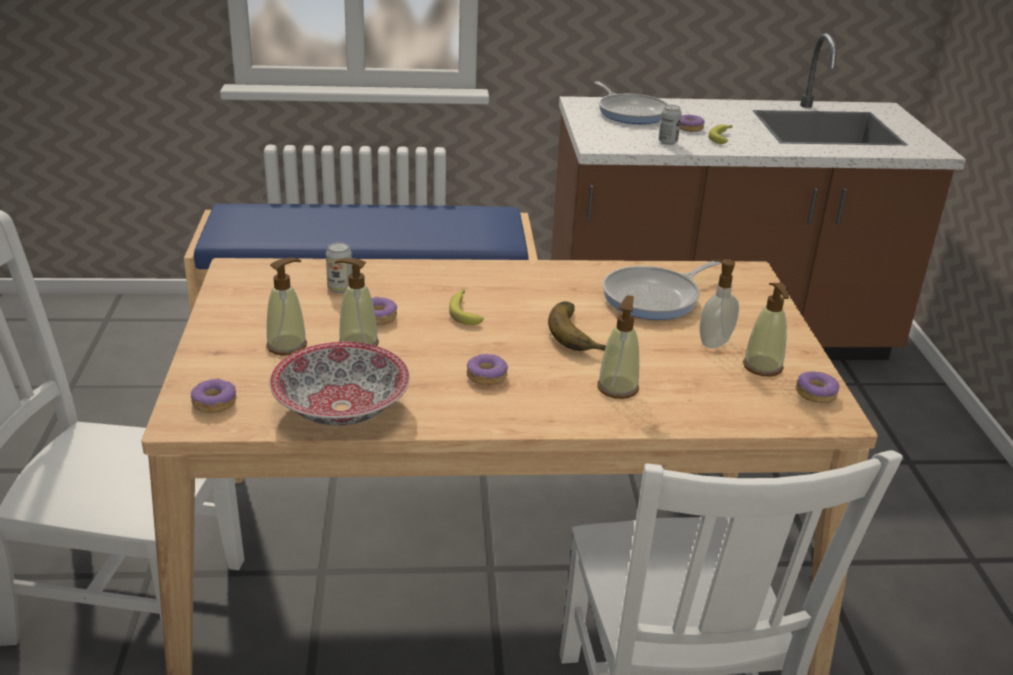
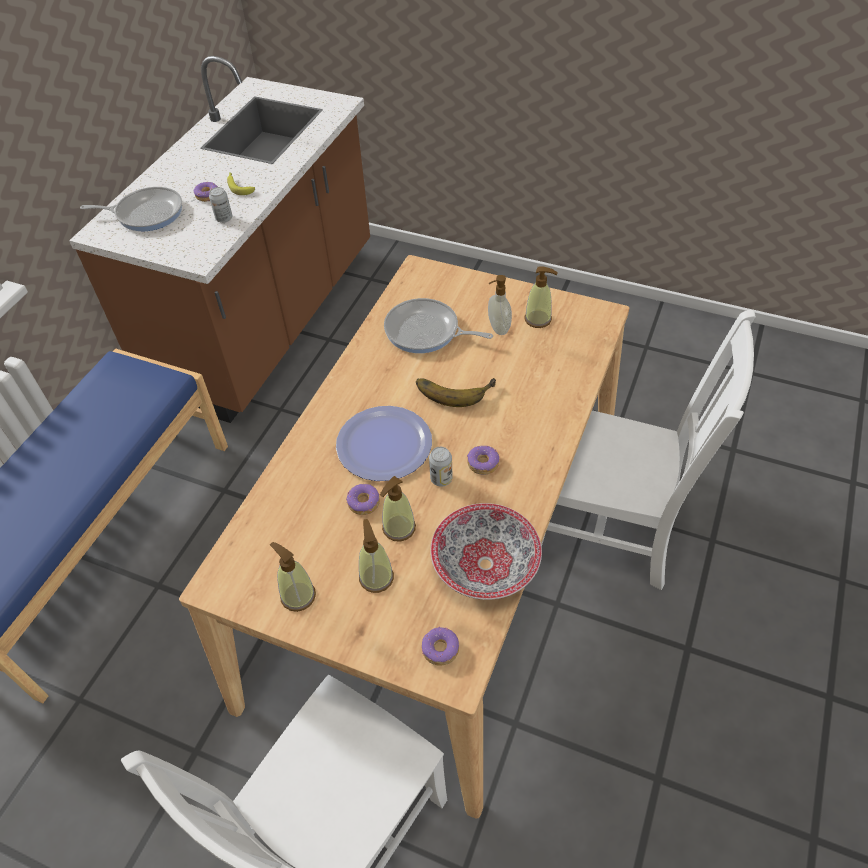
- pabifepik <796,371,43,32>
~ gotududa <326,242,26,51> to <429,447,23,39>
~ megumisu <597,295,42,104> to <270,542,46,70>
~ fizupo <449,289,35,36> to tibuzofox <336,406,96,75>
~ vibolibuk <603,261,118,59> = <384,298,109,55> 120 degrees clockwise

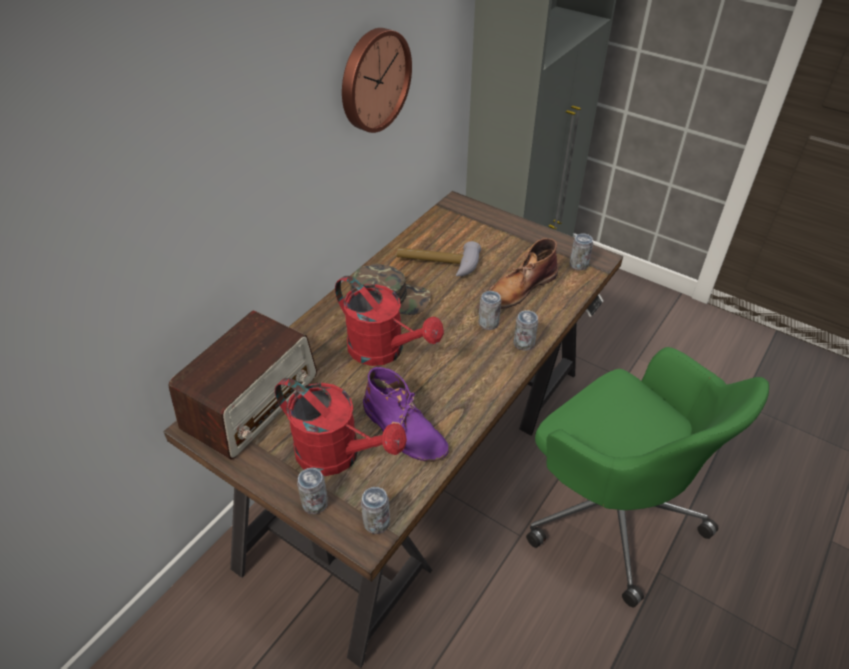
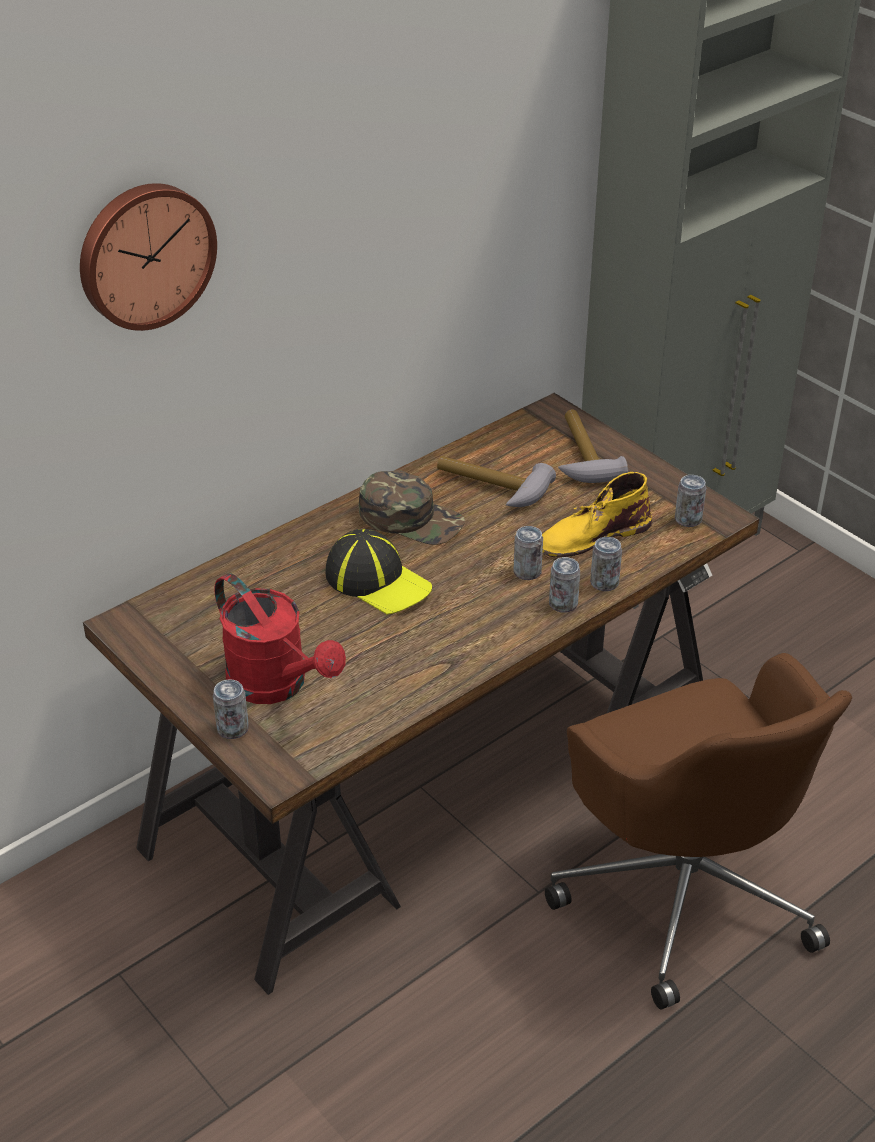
- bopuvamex <168,310,149,149>
- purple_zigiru <363,367,86,95>
+ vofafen <558,409,70,74>
~ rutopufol <342,28,70,105> to <80,183,137,148>
~ gotududa <361,487,29,47> to <590,537,32,54>
~ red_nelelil <335,276,109,90> to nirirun <325,529,107,86>
~ brown_zigiru <490,238,68,71> to yellow_zigiru <542,472,110,85>
~ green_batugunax <526,347,243,260> to brown_batugunax <545,653,307,357>

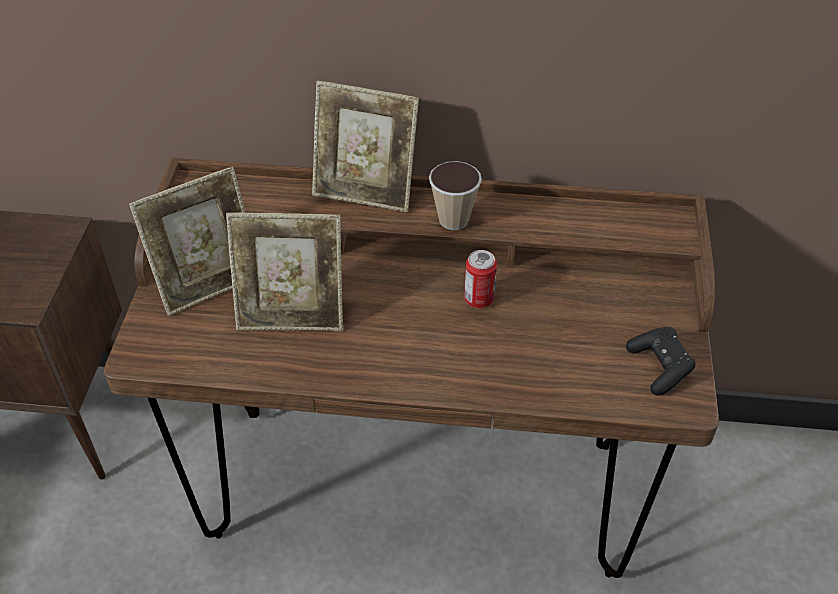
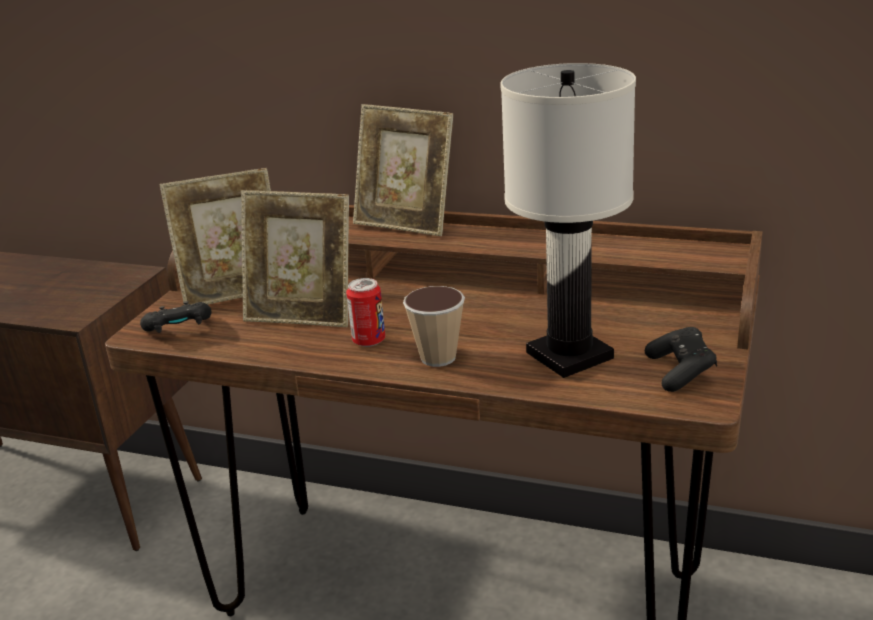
+ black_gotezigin <140,301,71,32>
+ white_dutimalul <500,63,136,315>
~ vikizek <429,161,53,69> to <403,286,62,81>
~ gotududa <464,250,33,58> to <346,278,39,69>

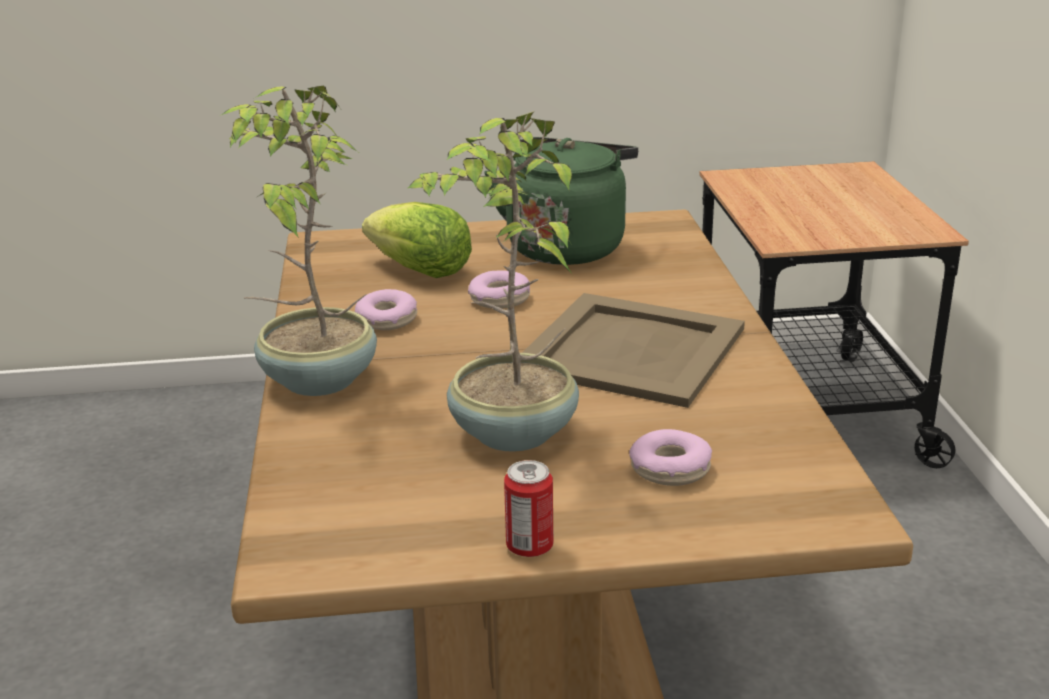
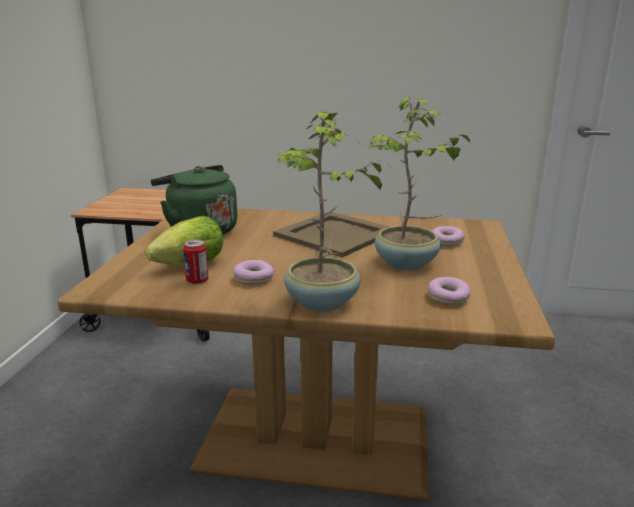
~ pabifepik <468,271,62,37> to <428,277,43,28>
~ gotududa <504,460,49,97> to <183,240,25,44>

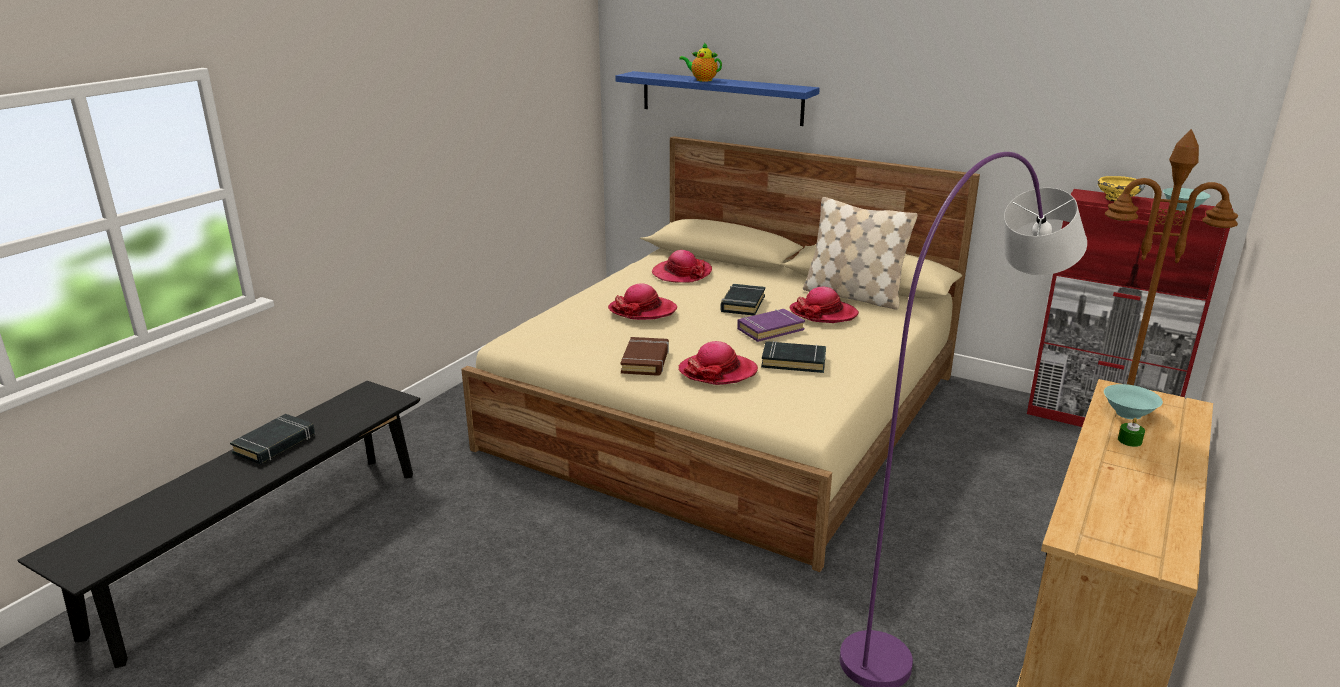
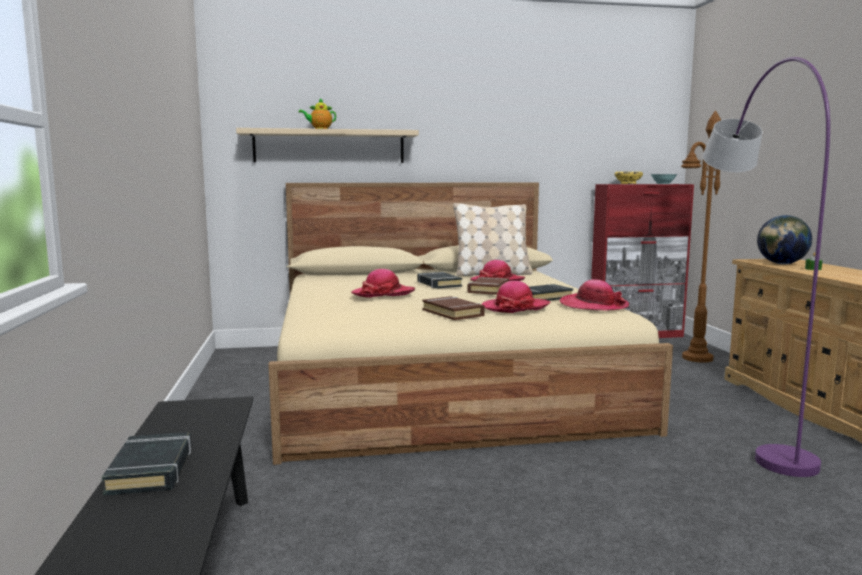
~ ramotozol <652,250,60,33> to <560,279,69,32>
~ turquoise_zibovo <1104,384,59,36> to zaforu <757,215,55,50>
~ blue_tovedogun <615,71,205,55> to beige_tovedogun <236,128,183,35>
~ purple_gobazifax <737,309,68,33> to brown_gobazifax <467,277,42,18>

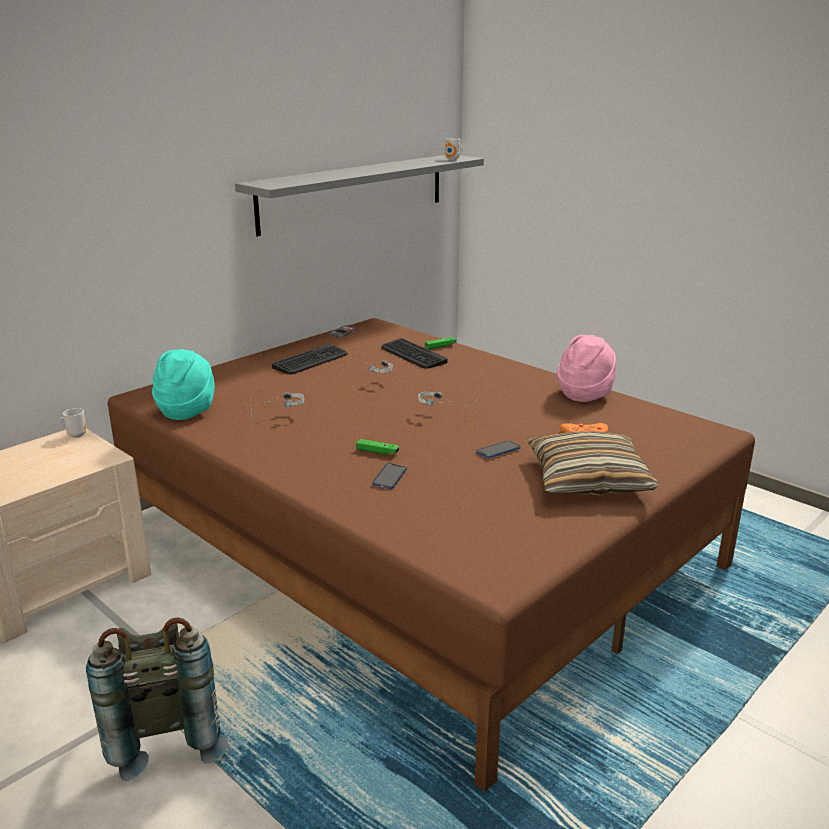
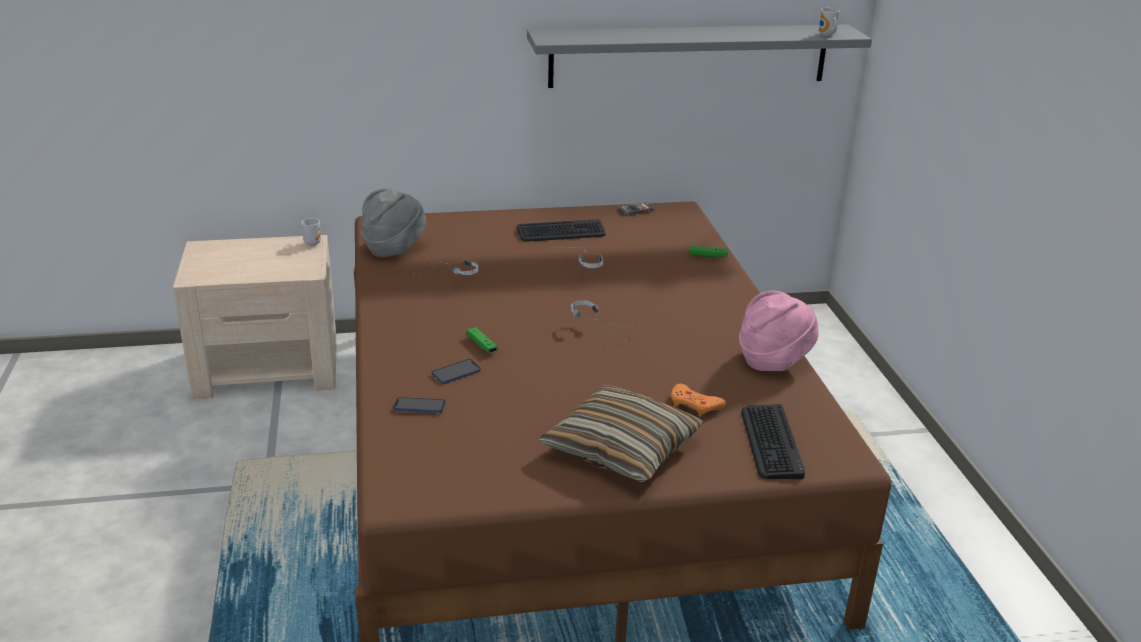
- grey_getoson <86,617,142,164>
~ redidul <381,338,66,31> to <741,404,64,75>
~ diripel <476,441,44,17> to <393,397,52,16>
~ turquoise_ramotozol <152,349,63,71> to grey_ramotozol <361,188,65,69>

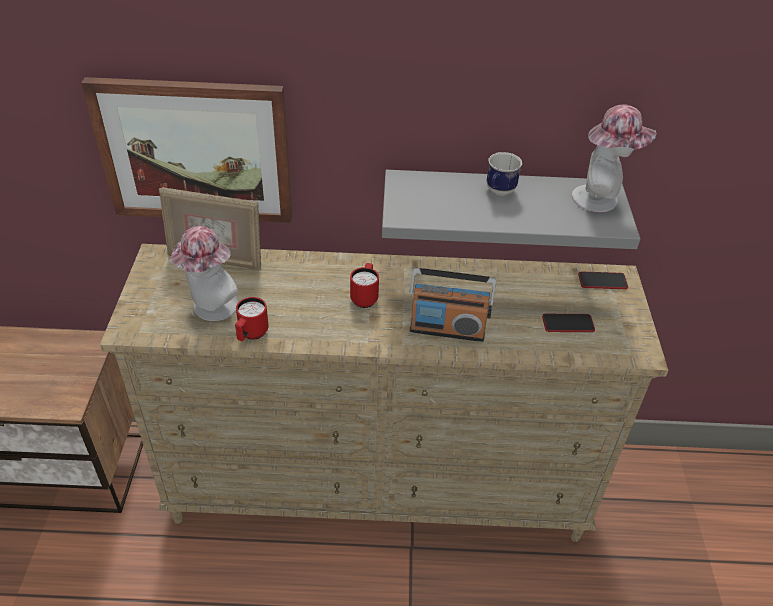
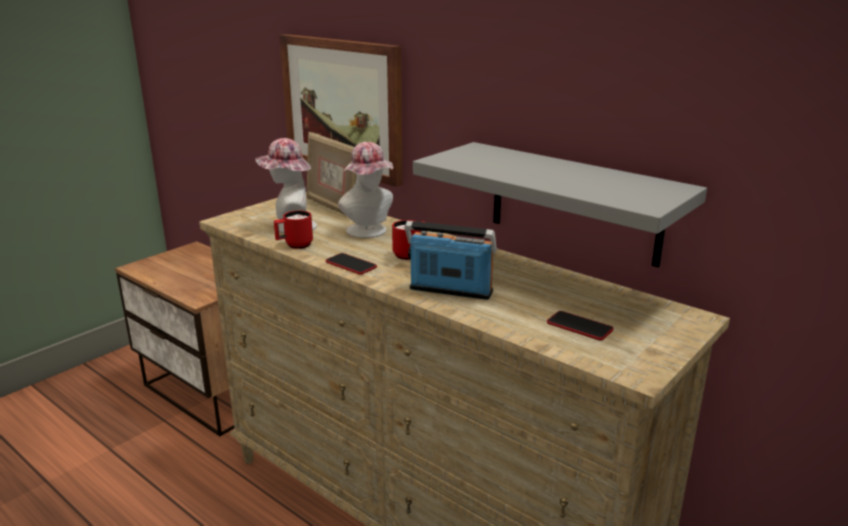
- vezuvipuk <487,152,35,43>
~ ramotozol <572,104,85,108> to <338,142,55,96>
~ diripel <578,271,50,18> to <326,253,51,22>
~ bopuvamex <410,268,86,74> = <405,221,92,79> 150 degrees clockwise

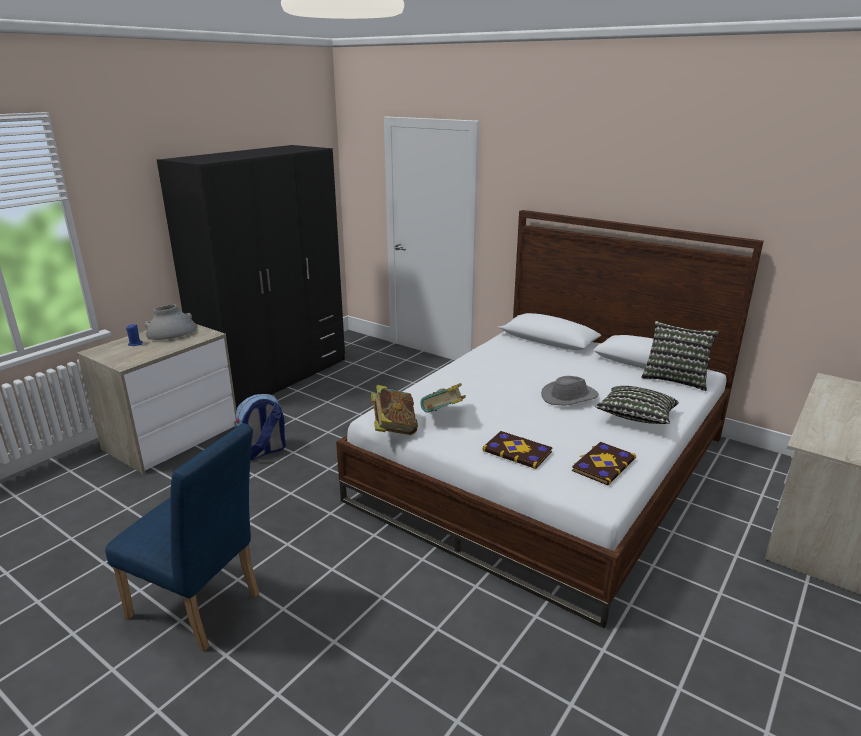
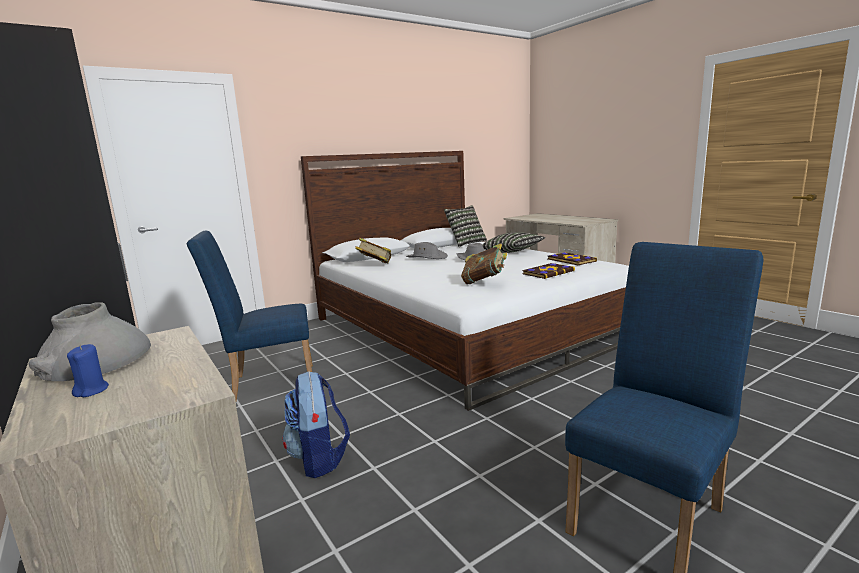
+ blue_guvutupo <186,231,127,170>
+ grey_ramotozol <406,242,42,17>
~ gobazifax <371,385,47,50> to <355,238,37,26>

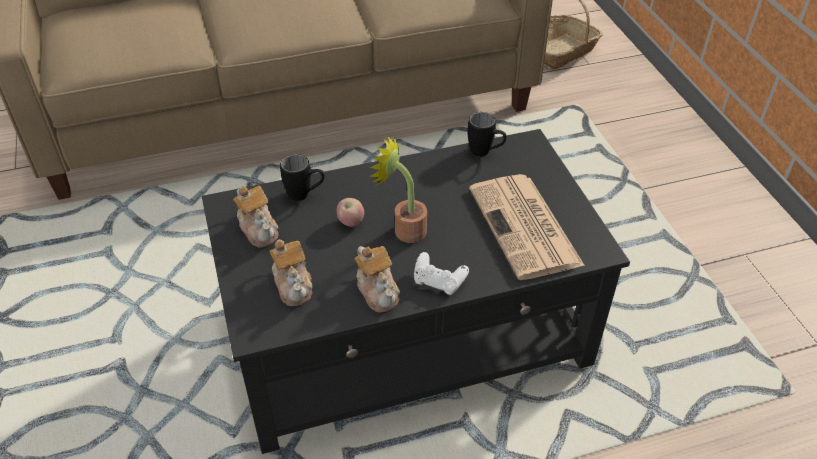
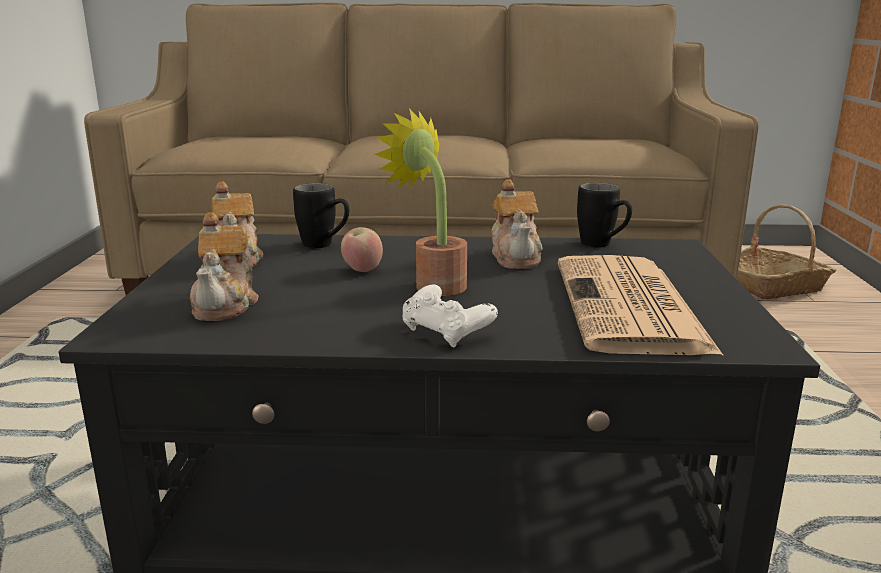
~ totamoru <354,246,46,67> to <491,179,52,90>

